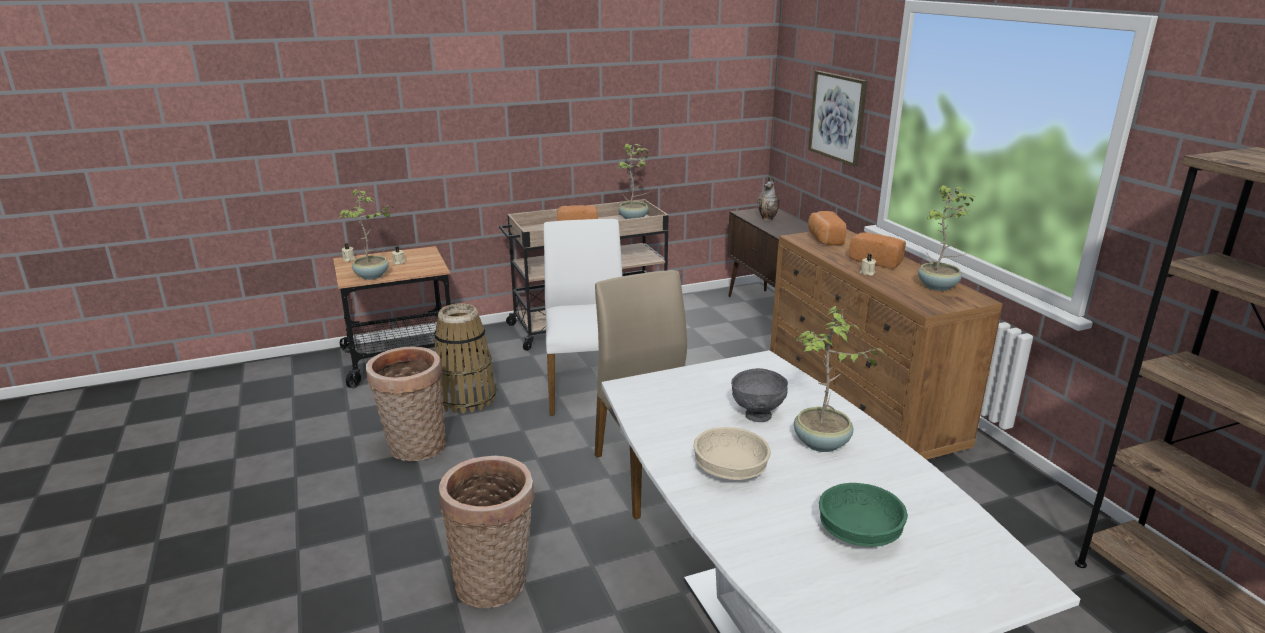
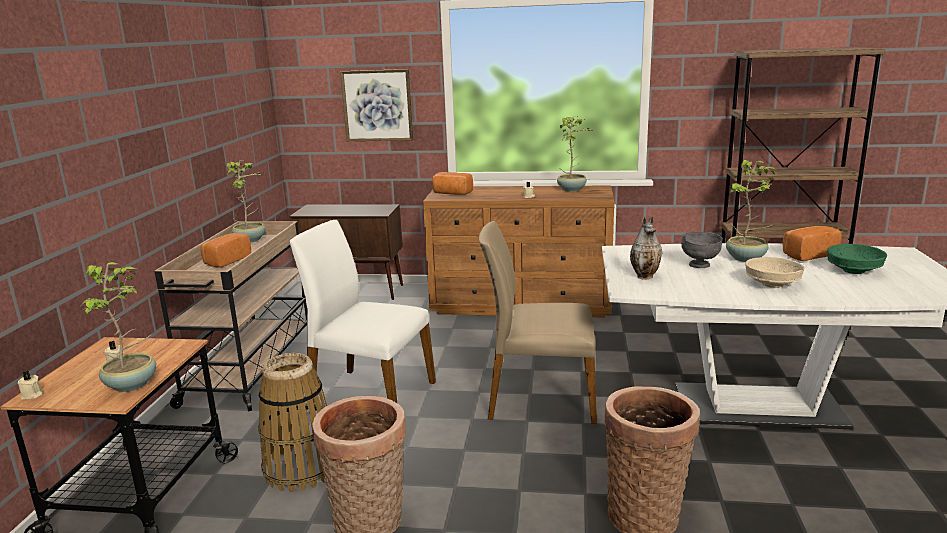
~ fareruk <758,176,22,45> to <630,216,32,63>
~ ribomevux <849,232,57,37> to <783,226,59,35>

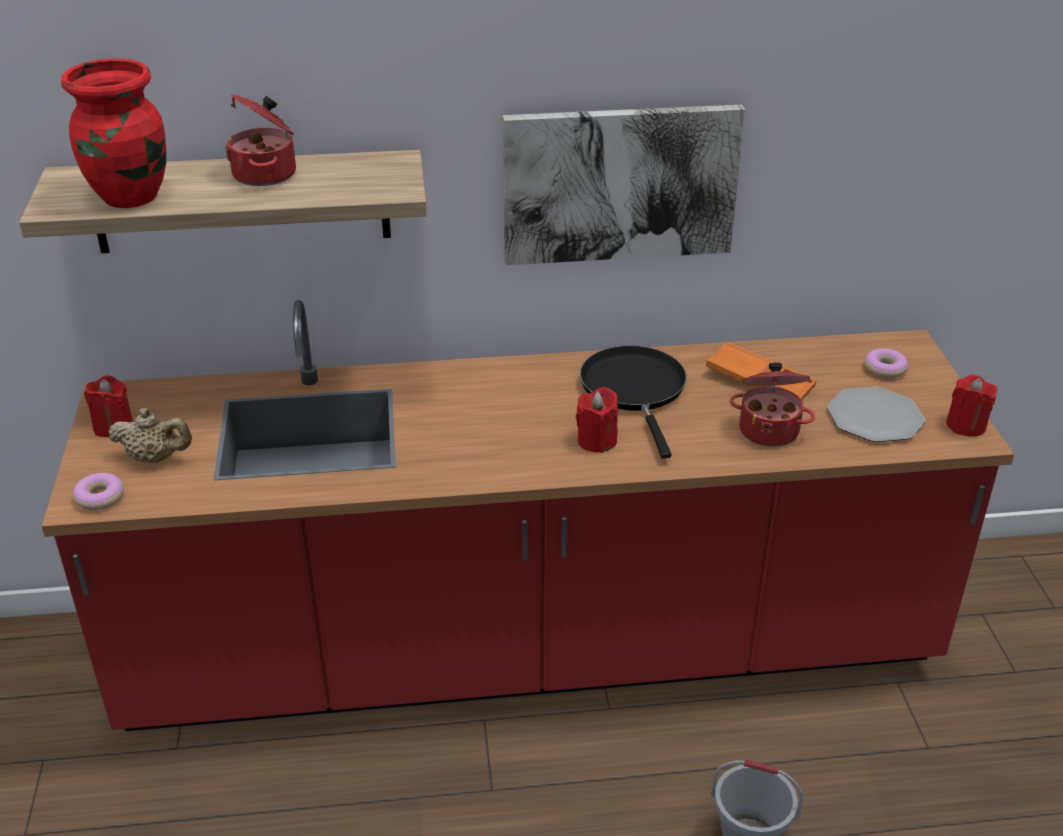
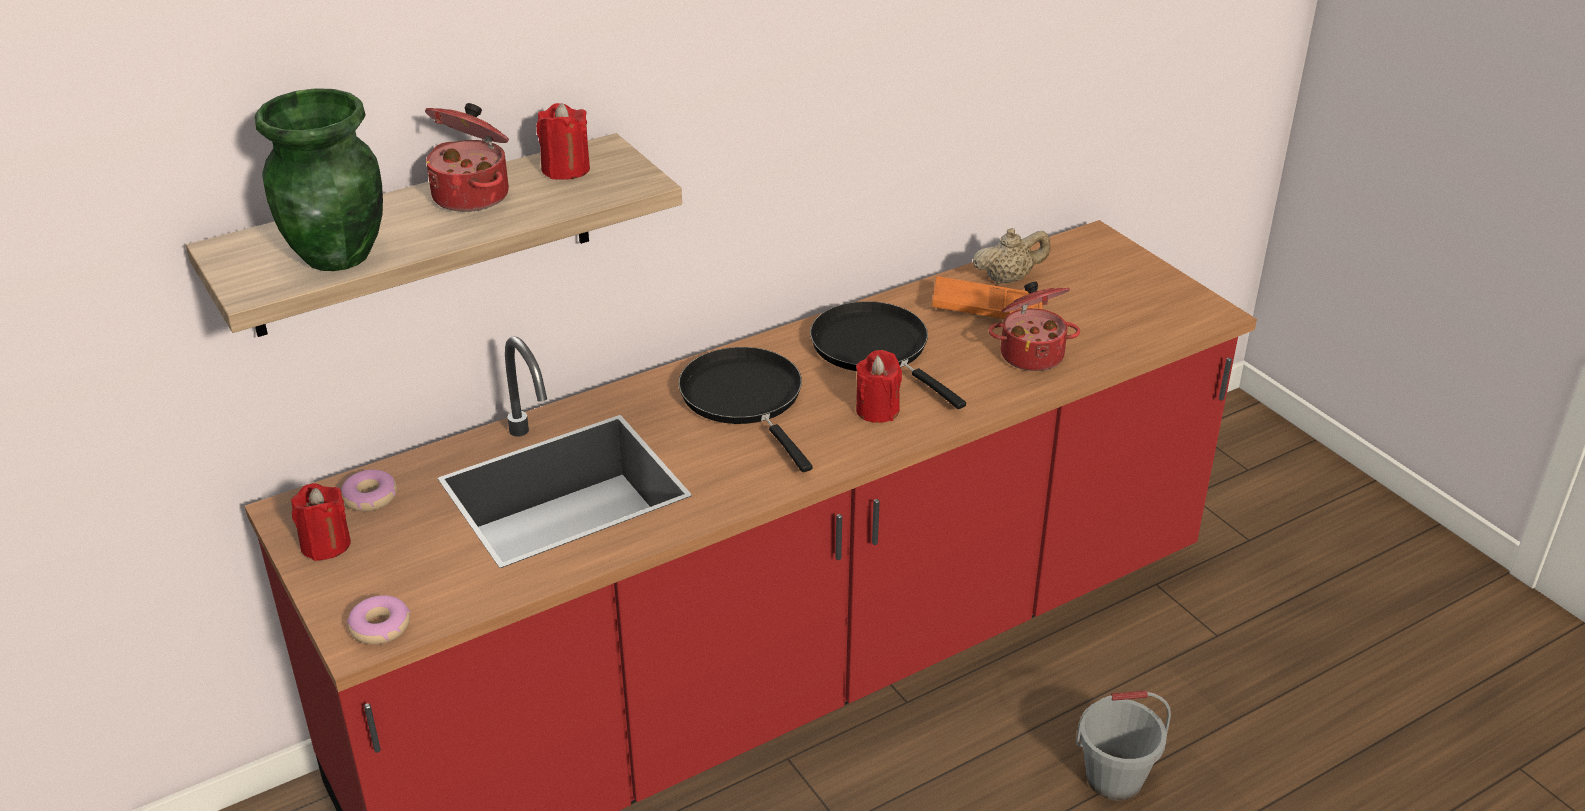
- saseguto <503,104,242,161>
- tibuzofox <827,386,98,56>
+ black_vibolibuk <678,347,135,125>
~ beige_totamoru <108,408,84,55> to <973,228,77,56>
~ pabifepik <864,348,44,31> to <341,470,56,41>
~ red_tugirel <946,375,51,62> to <536,103,54,77>
~ red_fareruk <61,58,105,150> to green_fareruk <255,88,128,183>

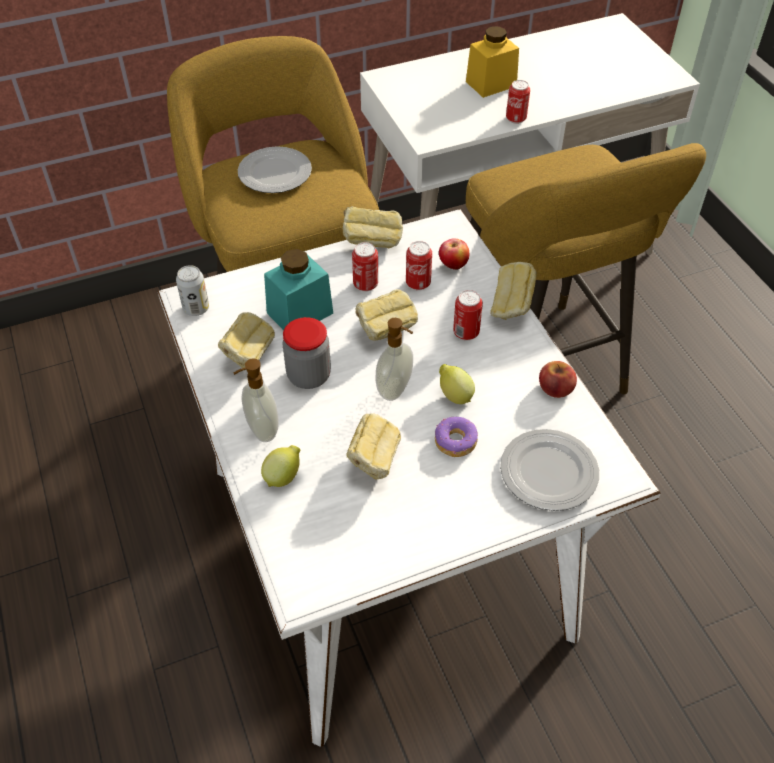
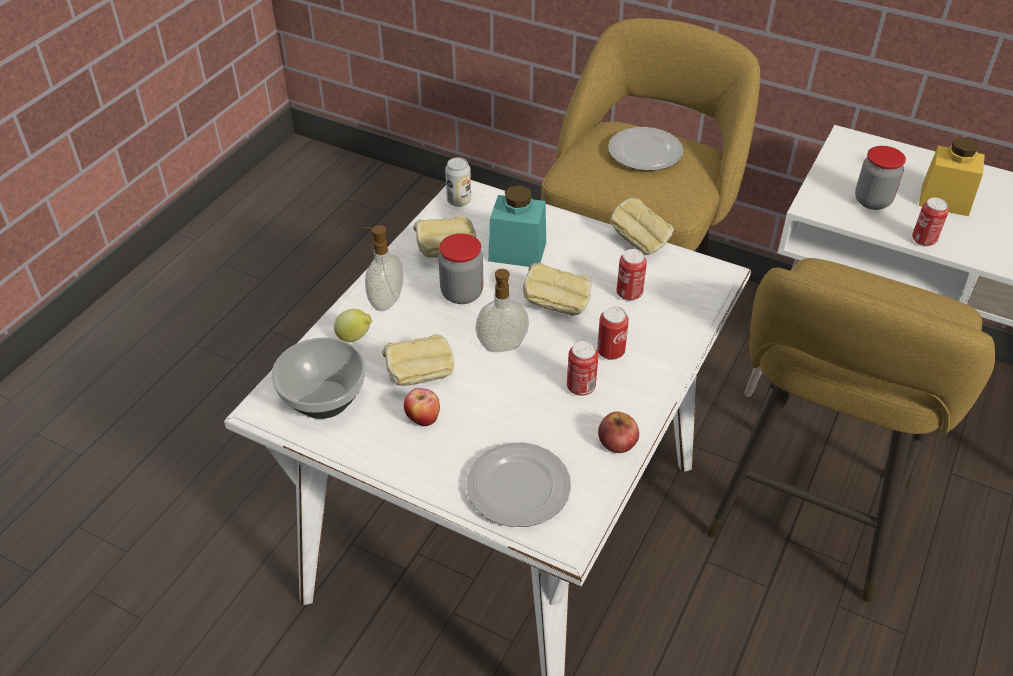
- pabifepik <435,417,43,40>
- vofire <439,364,36,40>
- ribomevux <490,262,47,58>
+ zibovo <272,337,94,82>
+ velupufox <855,146,51,64>
~ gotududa <352,242,26,50> to <567,341,31,55>
~ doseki <439,239,30,31> to <404,388,36,39>

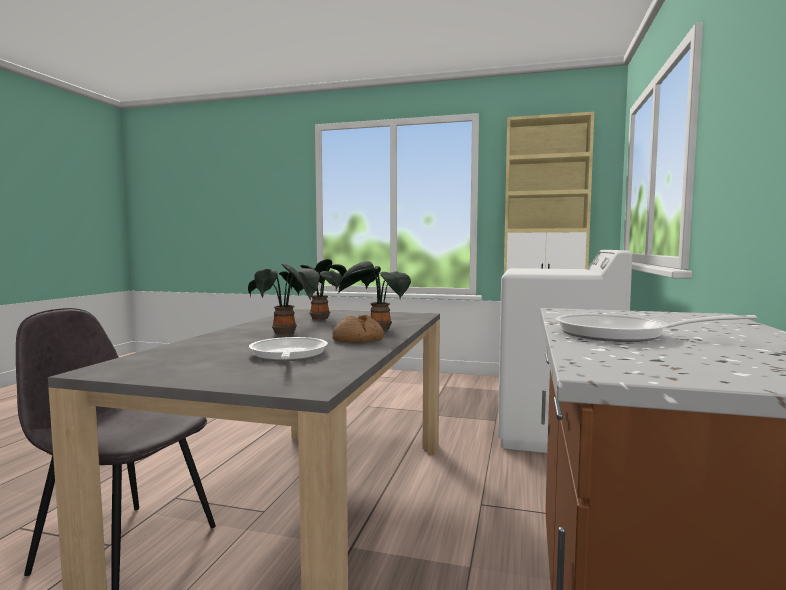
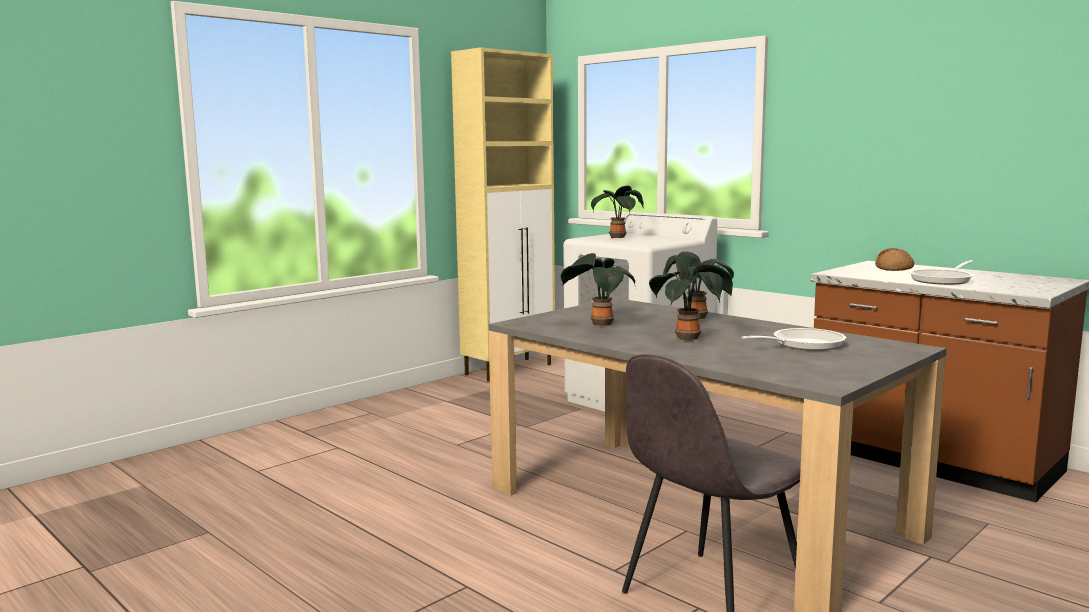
+ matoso <591,186,53,52>
~ ribomevux <332,315,52,28> to <875,248,39,23>
~ vibolibuk <249,337,79,24> = <742,328,104,23> 135 degrees clockwise

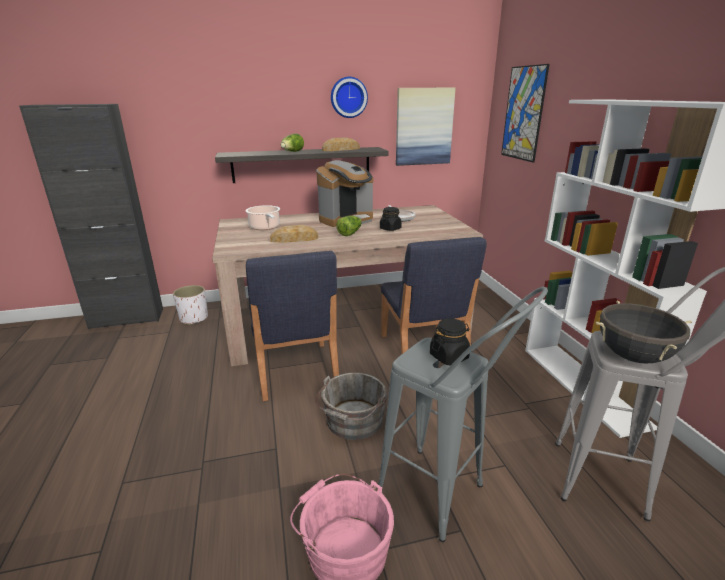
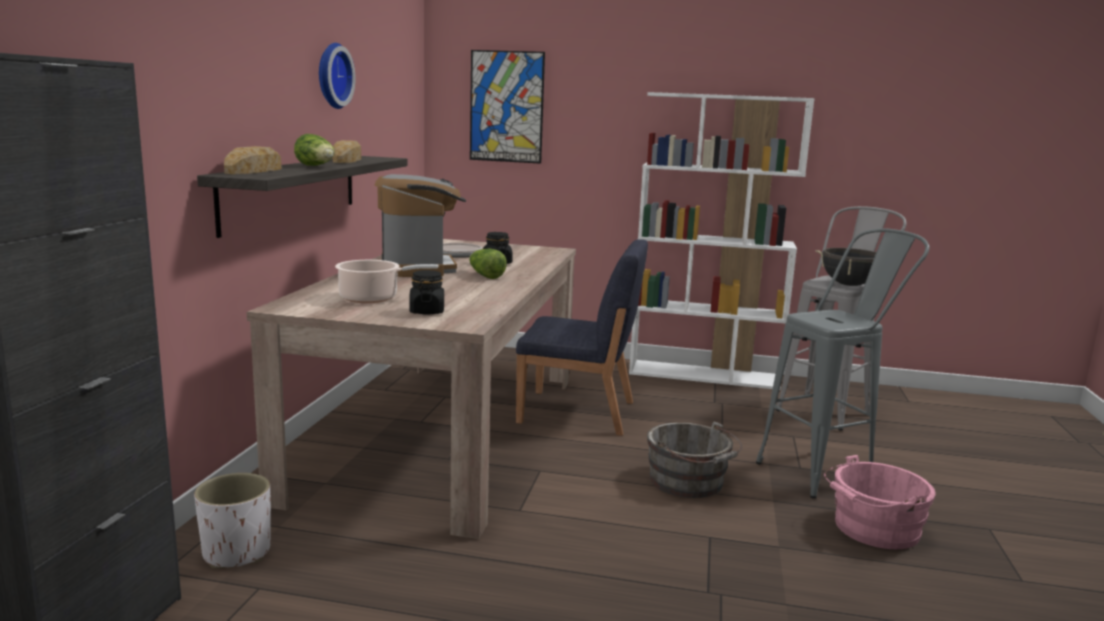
- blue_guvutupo <246,251,93,150>
- saseguto <396,88,60,78>
~ ribomevux <270,225,48,18> to <224,146,57,28>
~ black_velupufox <430,318,40,48> to <409,270,35,45>

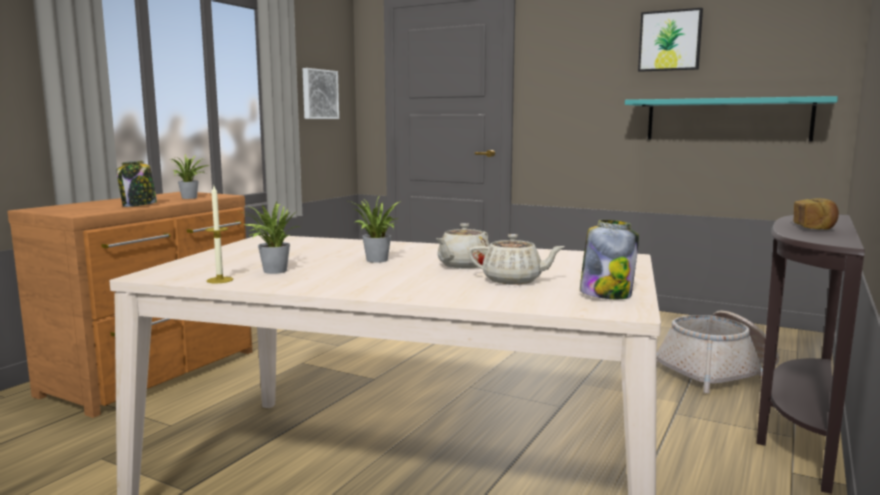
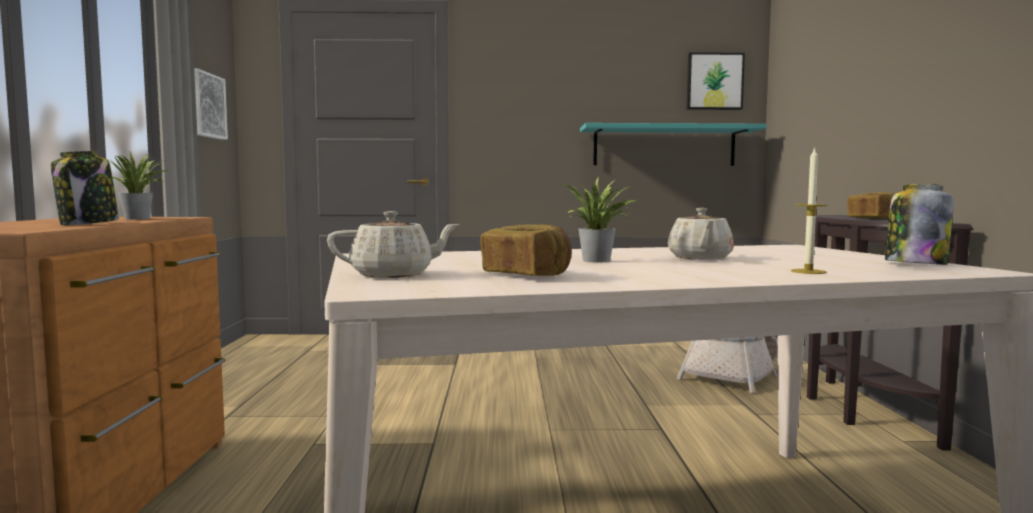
~ tugirel <205,186,28,97> to <791,147,36,127>
~ beige_totamoru <468,234,97,51> to <327,211,133,67>
~ saseguto <638,8,65,64> to <687,52,58,58>
~ matoso <243,202,56,72> to ribomevux <480,224,92,52>

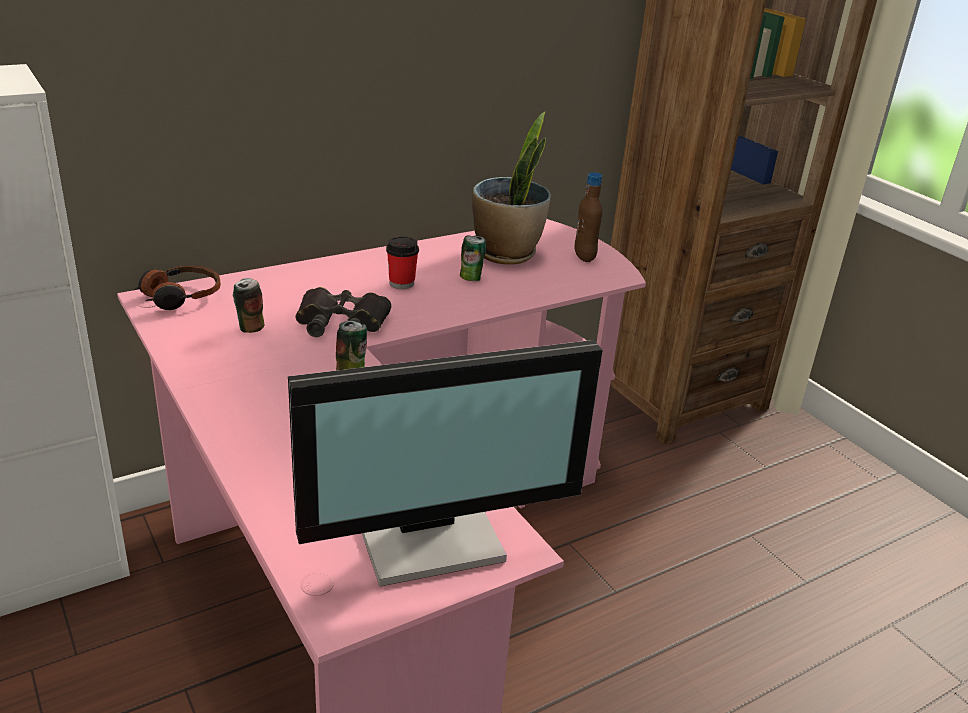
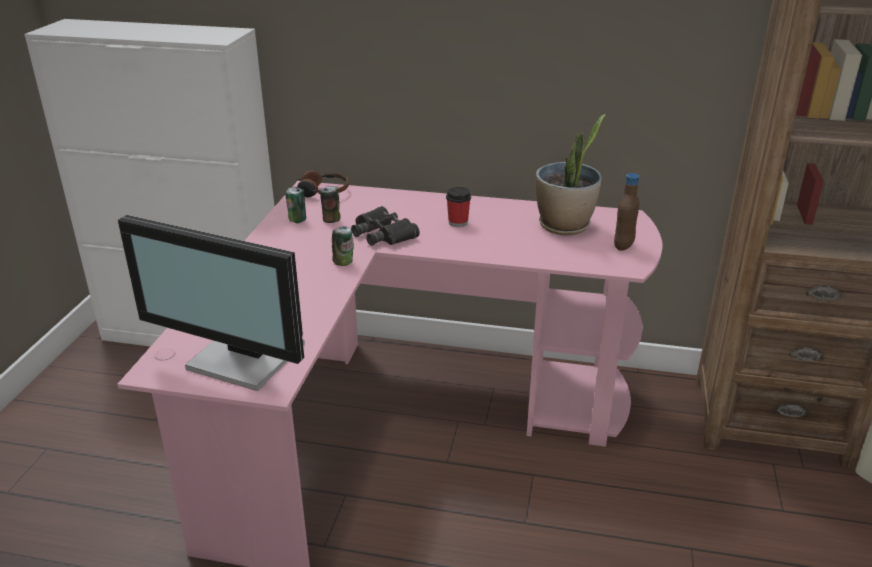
~ gotududa <460,235,26,46> to <285,187,21,36>

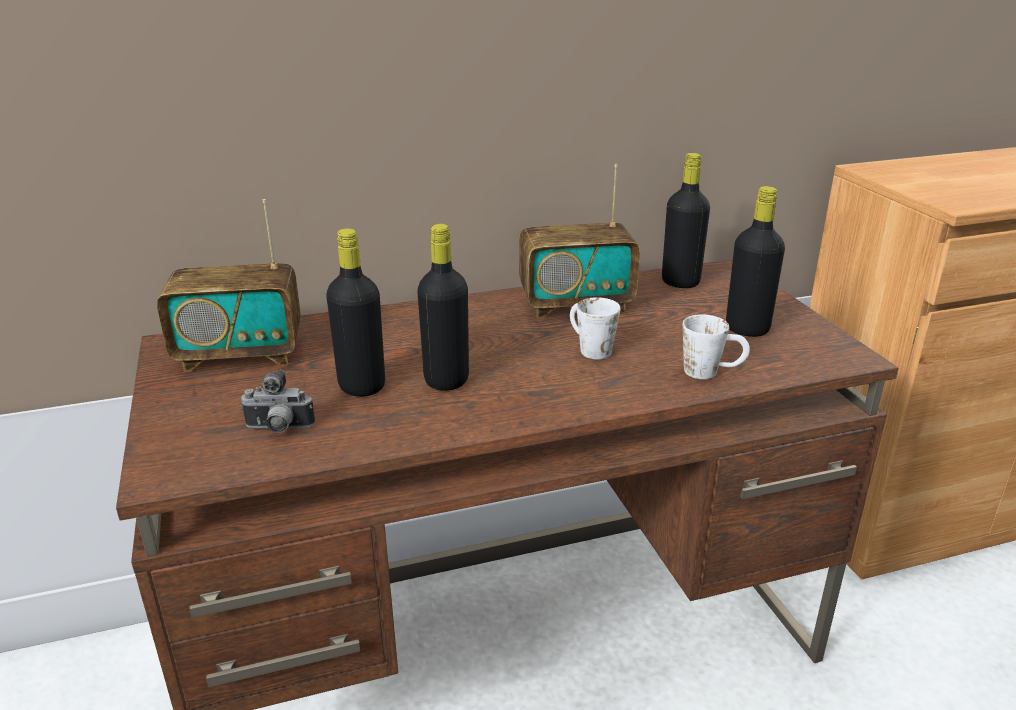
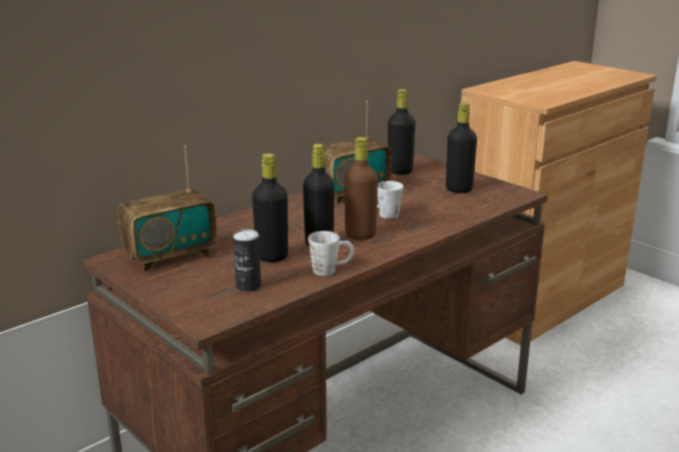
+ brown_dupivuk <344,137,34,103>
~ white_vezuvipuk <683,314,67,65> to <308,231,46,45>
~ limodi <240,369,75,64> to gotududa <233,229,28,63>

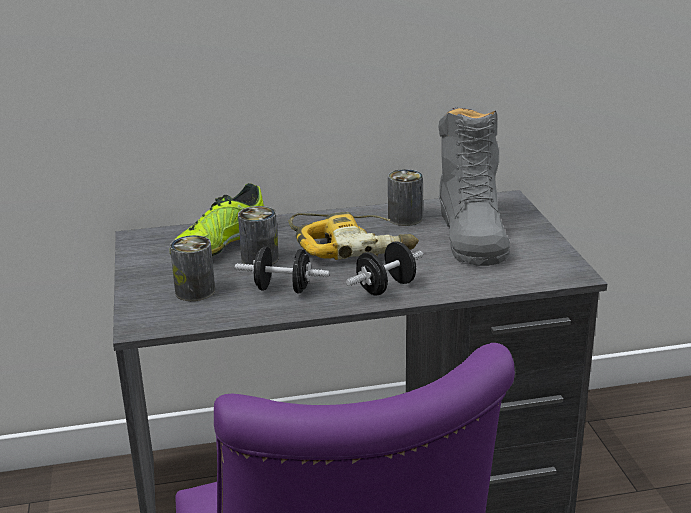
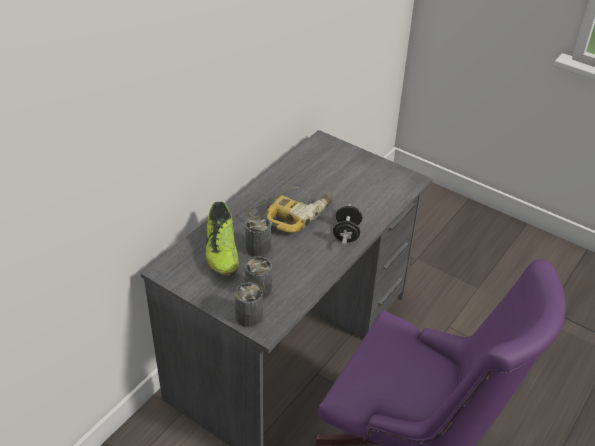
- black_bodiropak <235,246,94,47>
- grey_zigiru <438,107,72,159>
~ gotududa <388,169,35,57> to <235,282,28,46>

